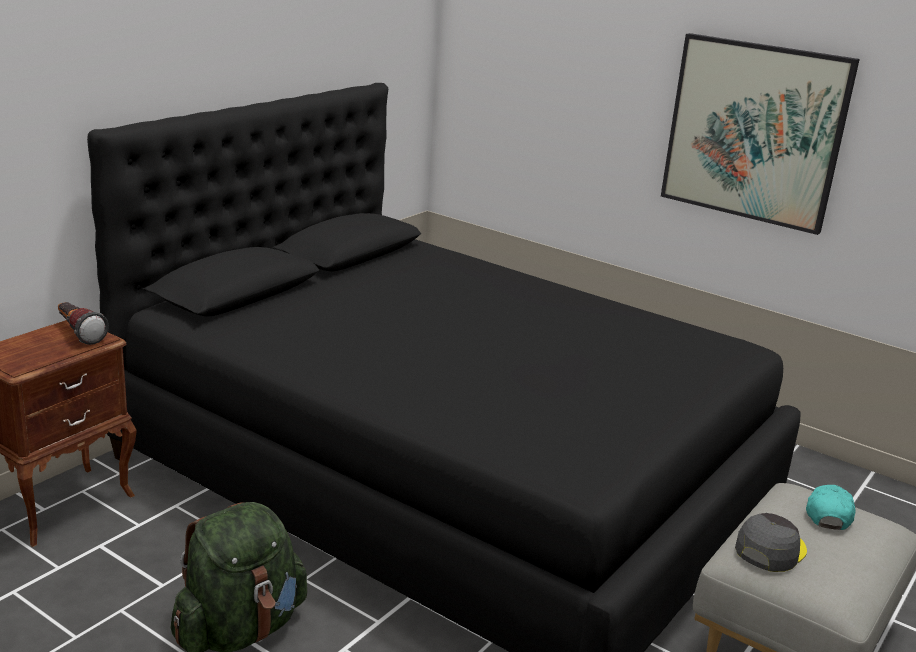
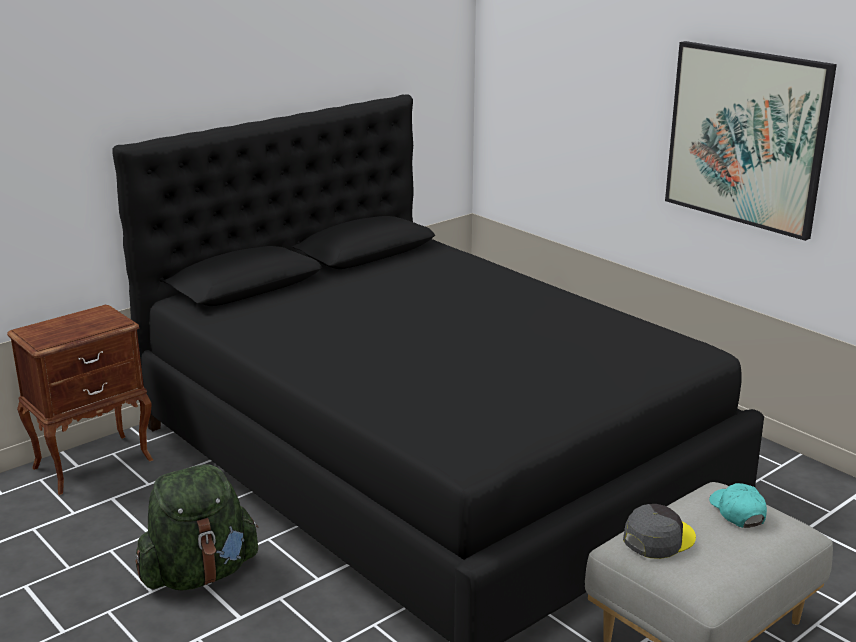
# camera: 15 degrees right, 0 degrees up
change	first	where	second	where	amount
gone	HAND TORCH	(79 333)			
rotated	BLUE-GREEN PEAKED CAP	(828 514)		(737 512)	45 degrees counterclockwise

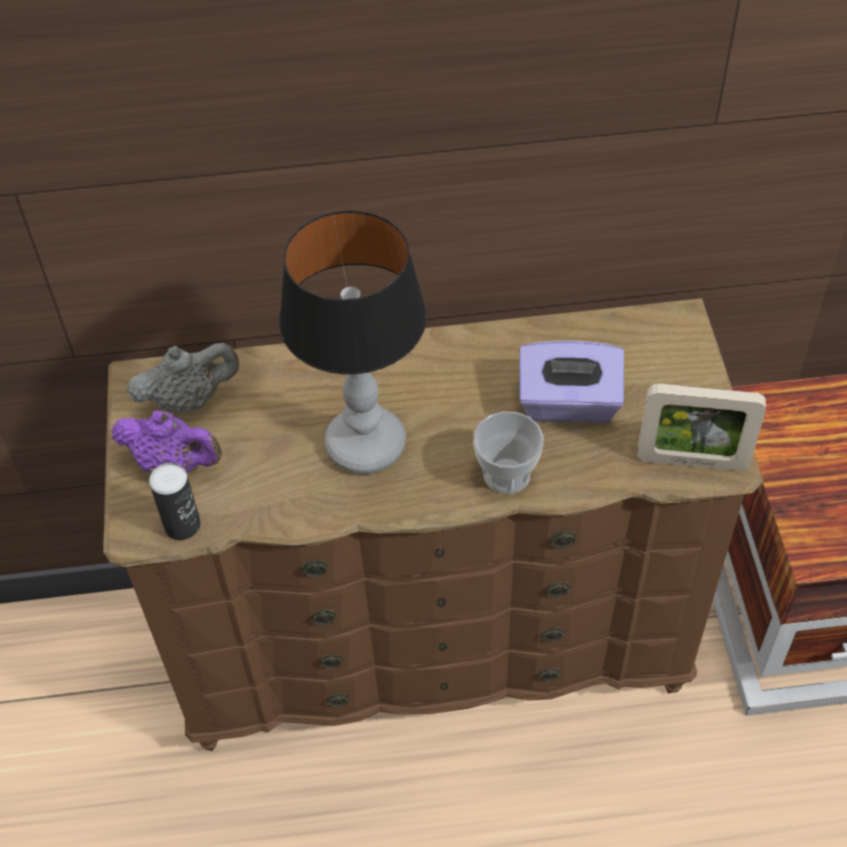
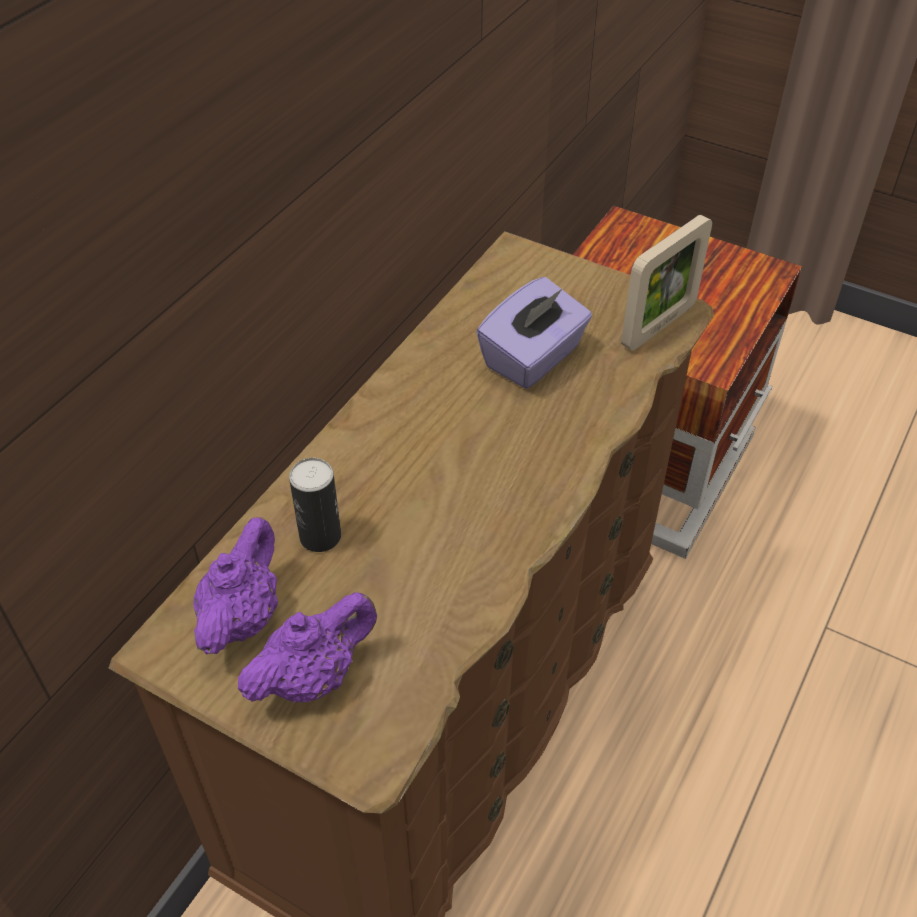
# camera: 55 degrees left, 5 degrees down
change	first	where	second	where	amount
repainted	GRAY TEAPOT	(189 400)	PURPLE-COLOURED TEAPOT	(242 617)	
shifted	METAL CAN	(182 525)		(320 536)	
gone	LAMP FOR A TABLE	(366 446)			
gone	DRINKING CUP	(506 475)			

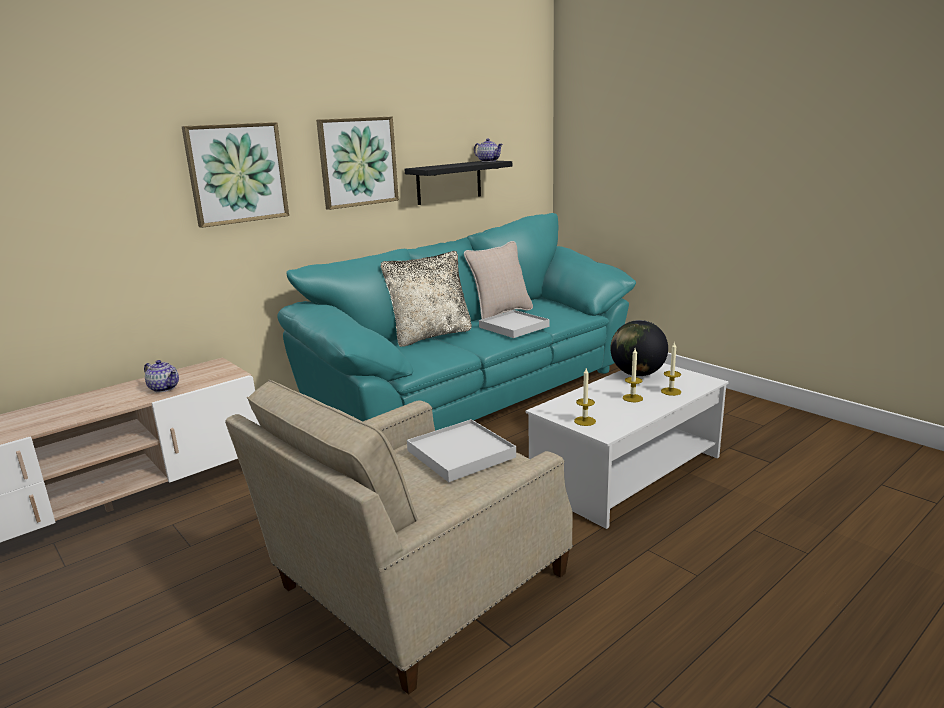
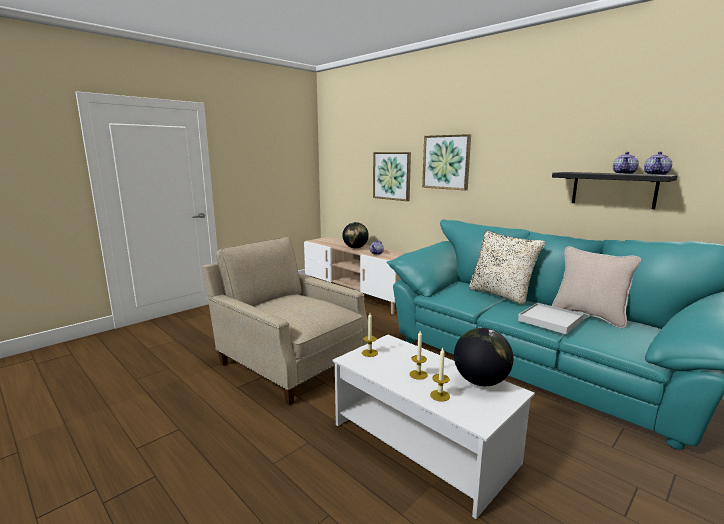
# camera: 85 degrees right, 5 degrees down
change	first	where	second	where	amount
shifted	WALL PICTURE	(357 162)		(392 176)	
gone	WHITE-COLOURED TRAY	(461 454)			
new			GLOBE	(355 248)	
new			TEAPOT	(624 173)	

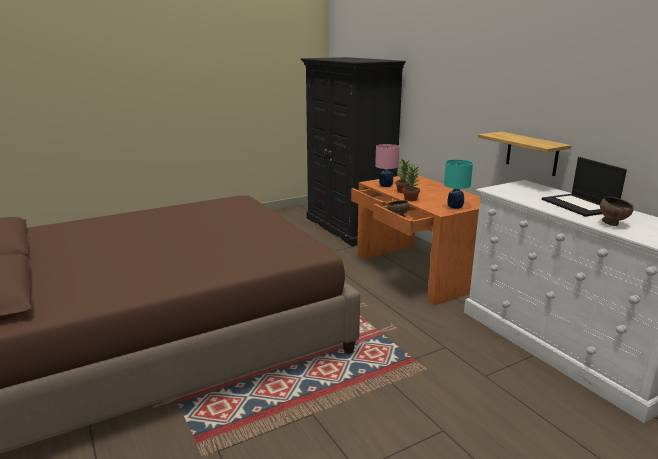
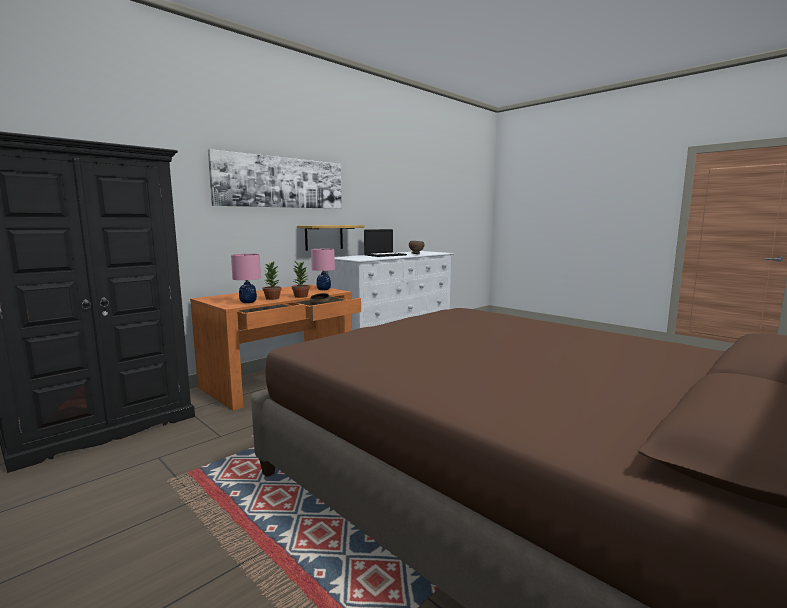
# camera: 105 degrees left, 10 degrees down
change	first	where	second	where	amount
repainted	BLUE-GREEN LAMP FOR A TABLE	(454 207)	PINK LAMP FOR A TABLE	(323 290)	
new			WALL PICTURE	(281 182)	

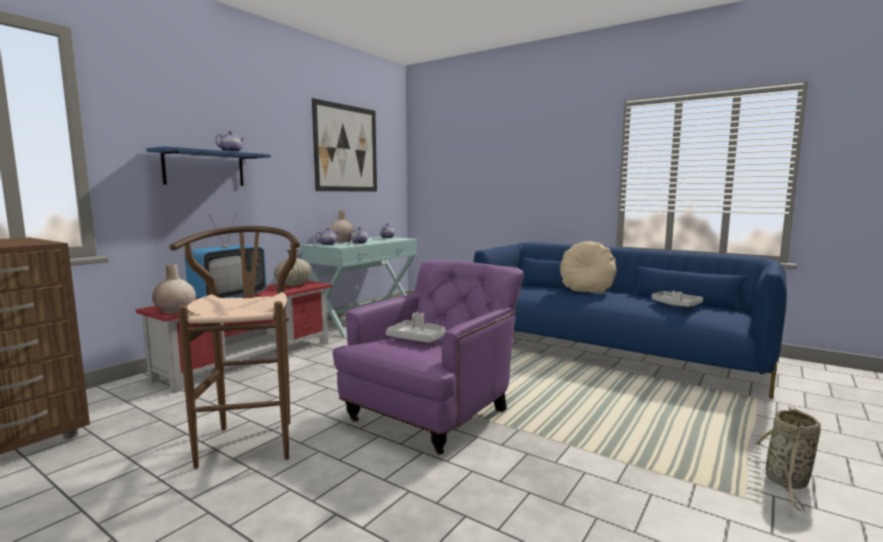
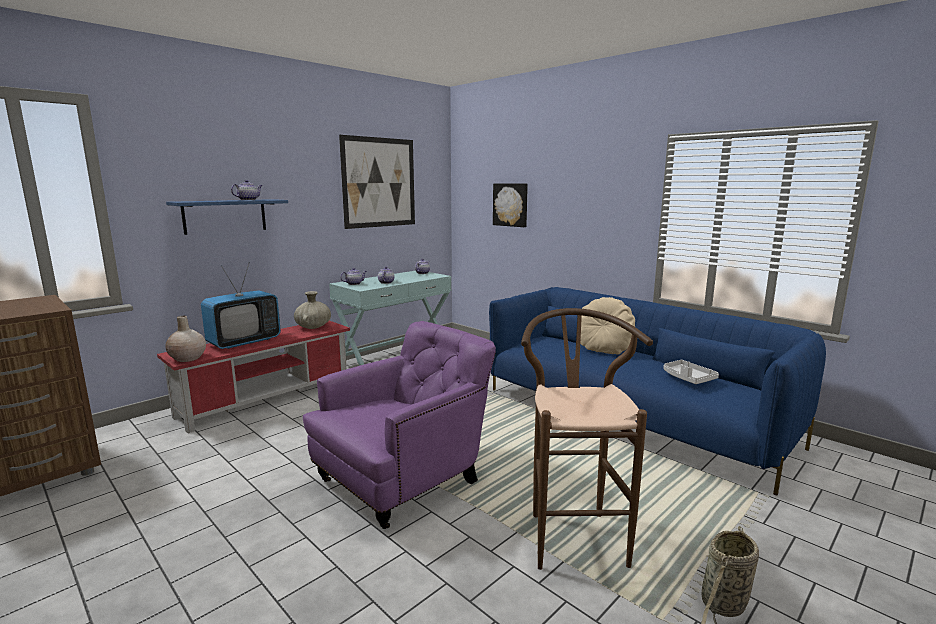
# camera: 10 degrees right, 5 degrees up
change	first	where	second	where	amount
shifted	BROWNISH STOOL SEAT	(251 438)		(573 533)	
gone	SAND-COLOURED FLOWER VASE	(342 241)			
gone	GRAY TRAY	(417 339)			
new			WALL PICTURE	(511 205)	

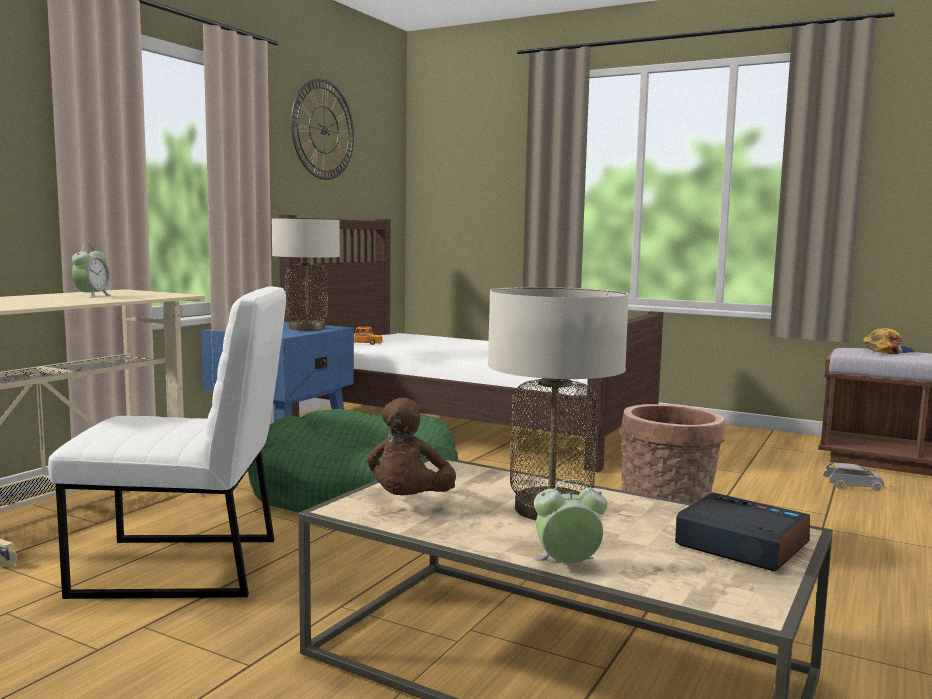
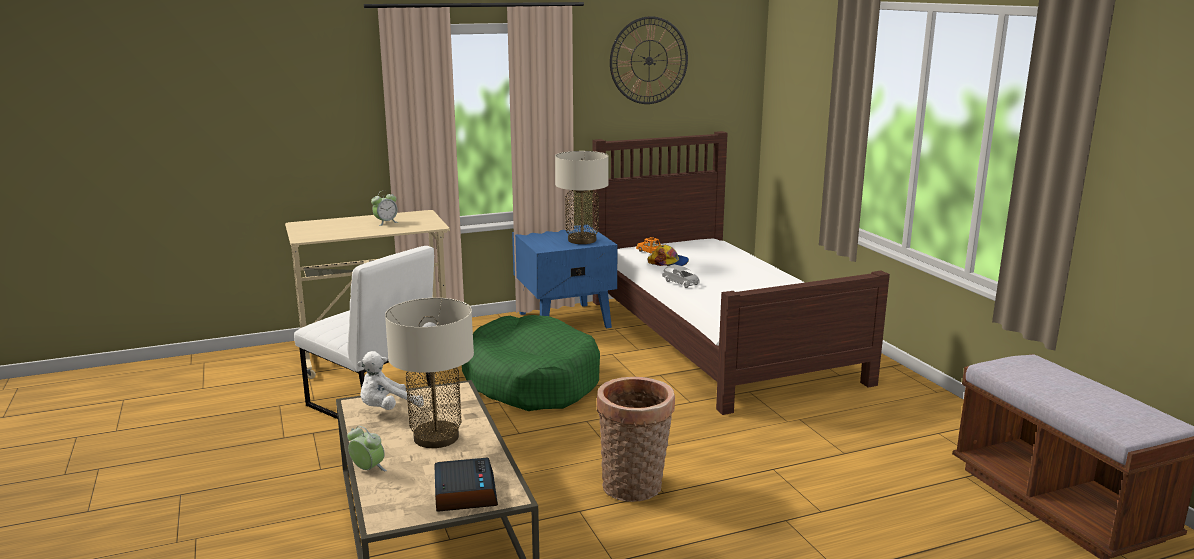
# camera: 40 degrees right, 10 degrees up
change	first	where	second	where	amount
repainted	BROWNISH SOFT TOY	(409 503)	WHITE-COLOURED SOFT TOY	(387 409)	
shifted	GRAY MODEL CAR	(853 486)		(681 283)	
shifted	PEAKED CAP	(887 351)		(668 262)	

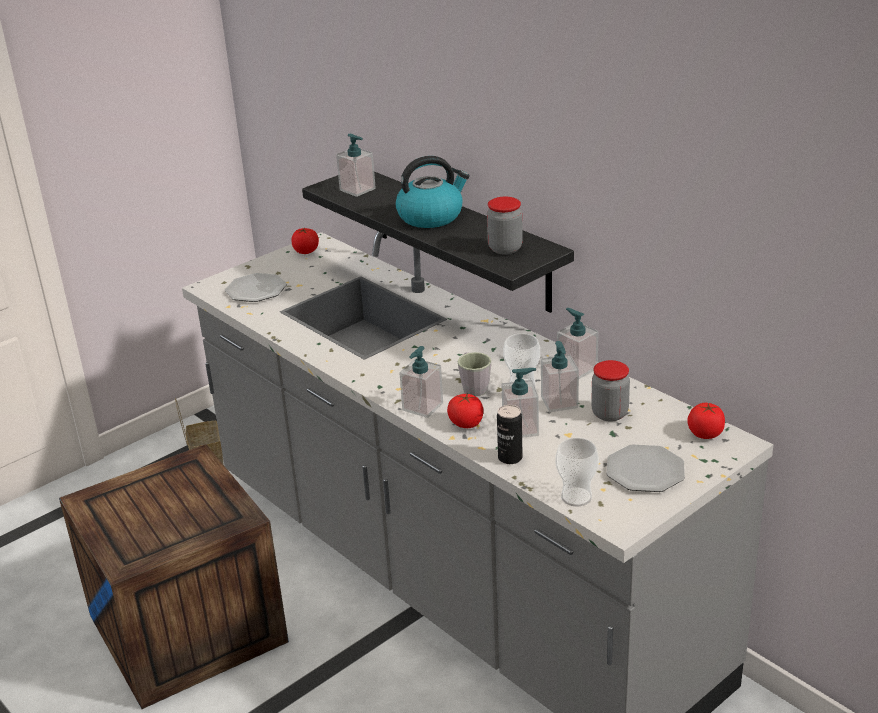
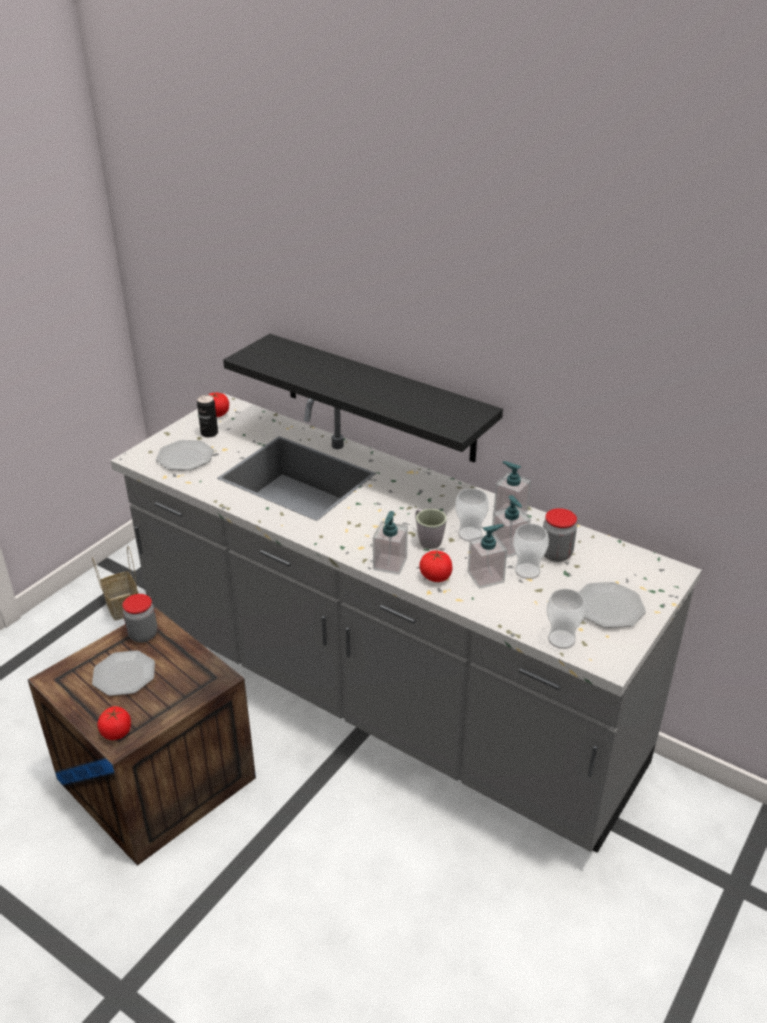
# camera: 15 degrees left, 5 degrees up
change	first	where	second	where	amount
gone	SOAP DISPENSER	(357 189)			
gone	KETTLE	(431 216)			
shifted	STORAGE JAR	(505 248)		(143 635)	
shifted	METAL CAN	(510 458)		(209 433)	
shifted	FRESH TOMATO	(705 433)		(116 732)	
new			PLATE	(124 675)	
new			DRINKING CUP	(527 571)	

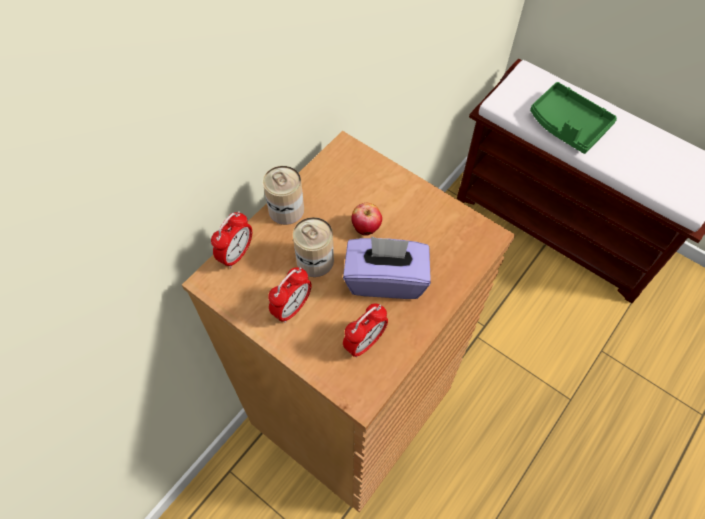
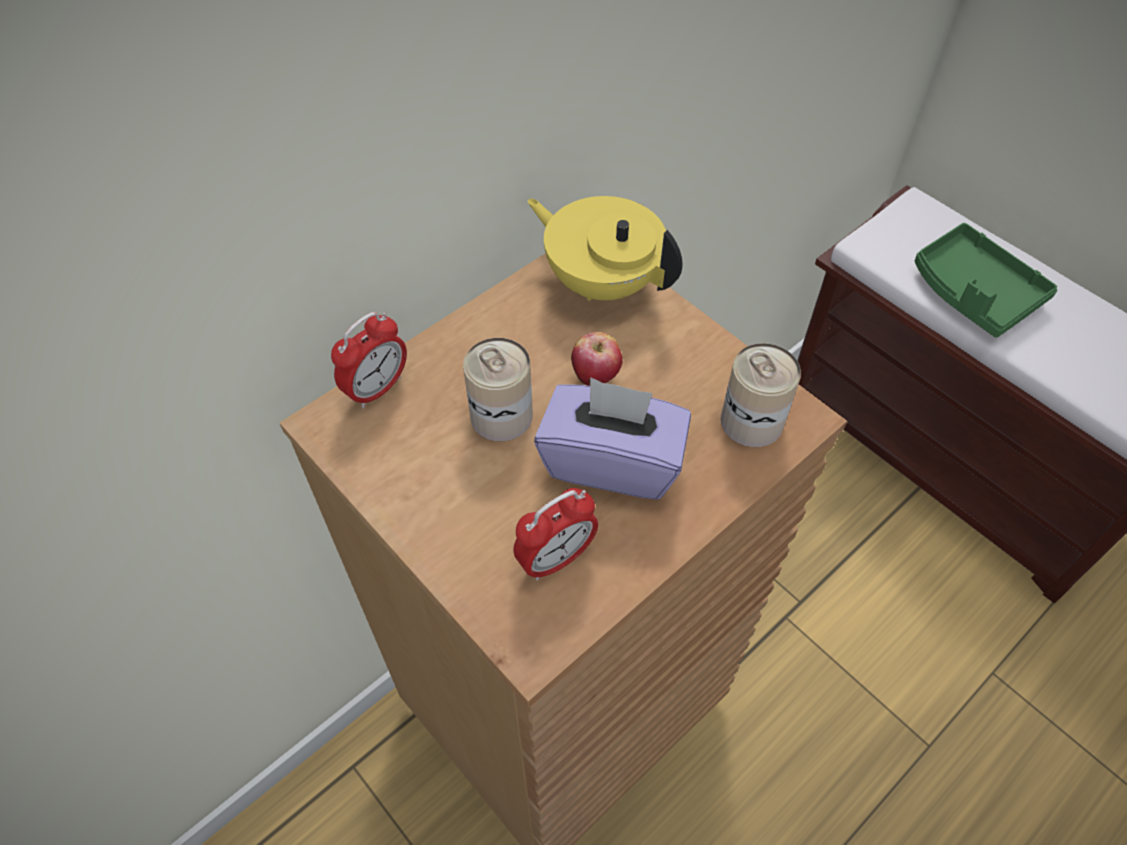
# camera: 10 degrees right, 5 degrees down
change	first	where	second	where	amount
shifted	METAL CAN	(286 209)		(752 421)	
gone	BEDSIDE CLOCK	(292 308)			
new			YELLOW TEAPOT	(602 282)	

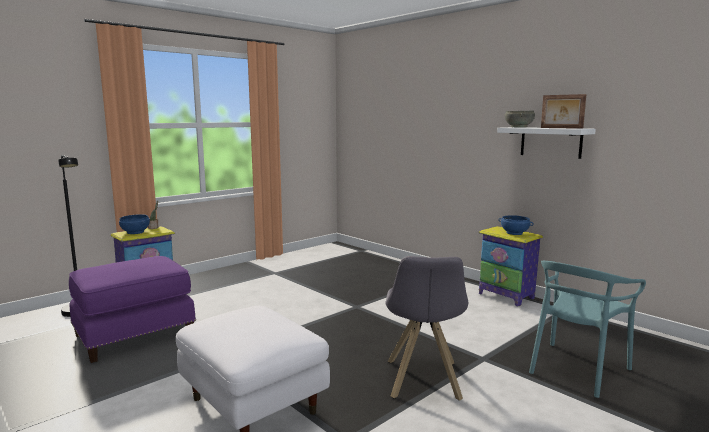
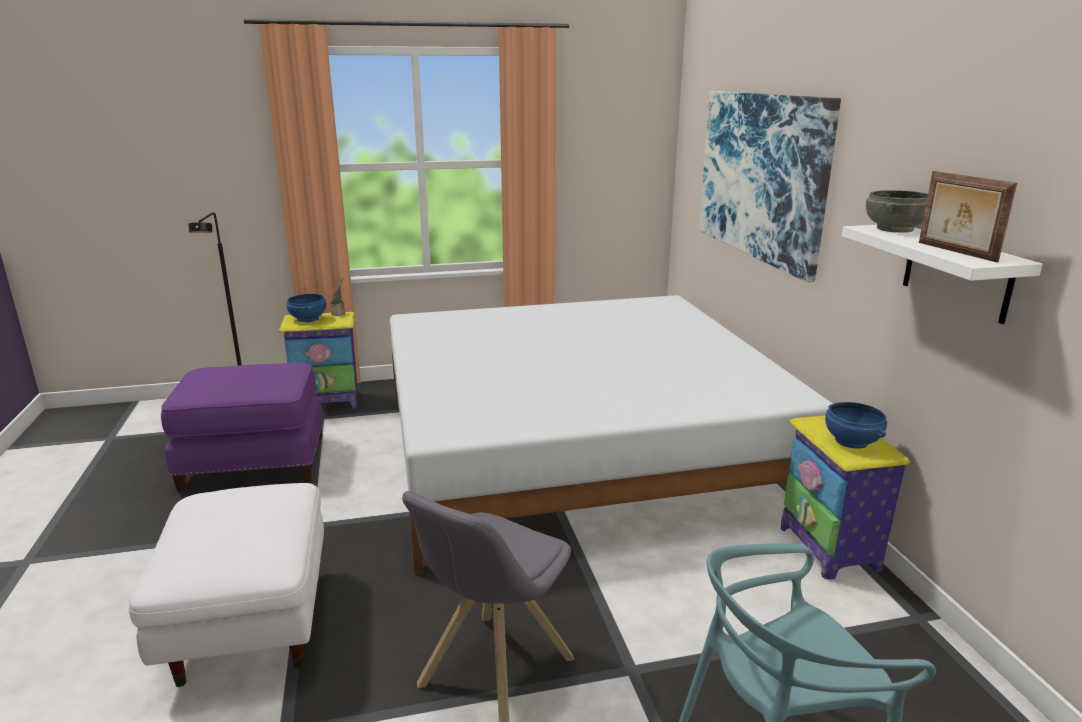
# camera: 30 degrees right, 10 degrees up
change	first	where	second	where	amount
new			WHITE-COLOURED BED	(577 449)	
new			WALL PICTURE	(761 176)	

